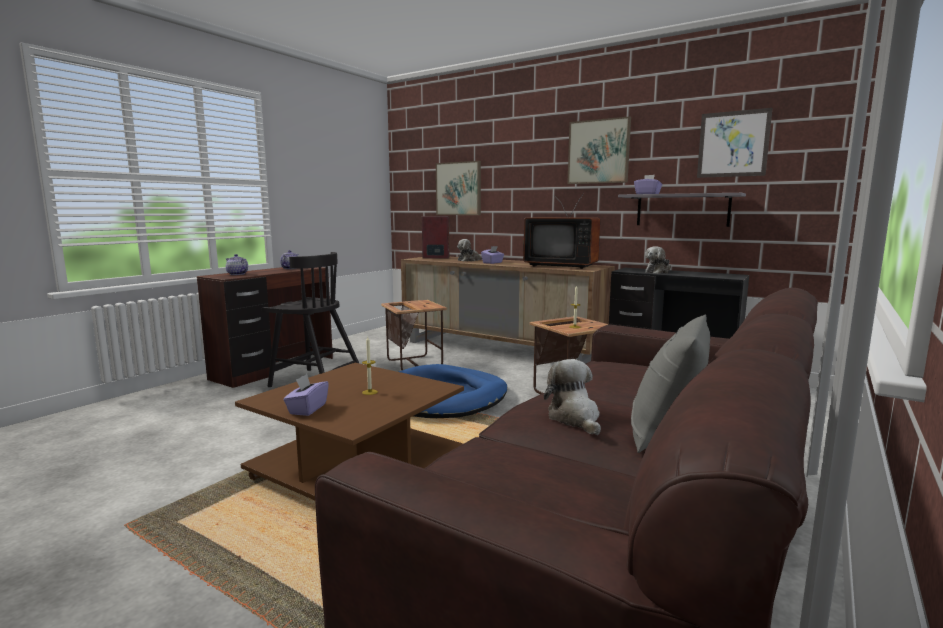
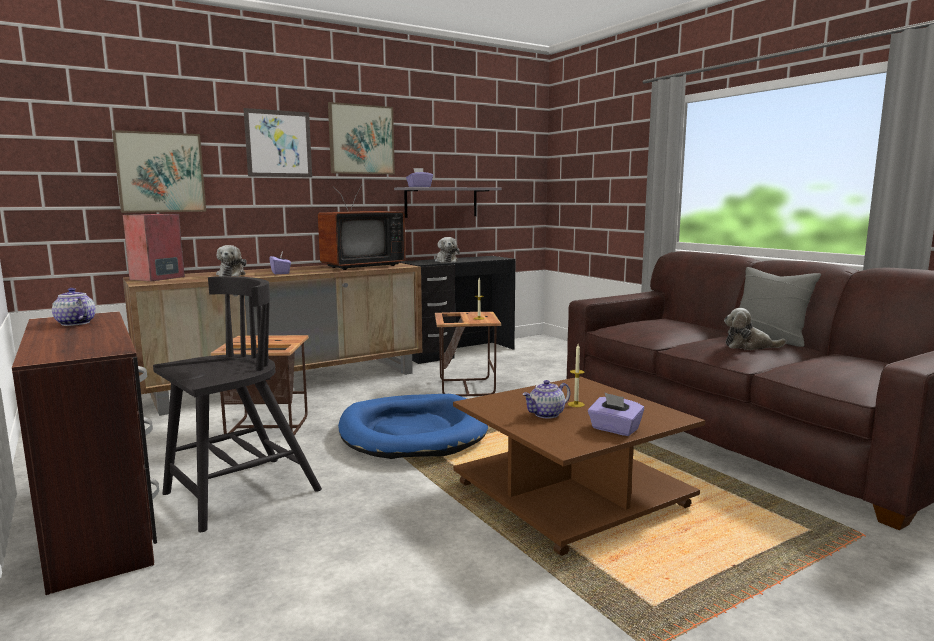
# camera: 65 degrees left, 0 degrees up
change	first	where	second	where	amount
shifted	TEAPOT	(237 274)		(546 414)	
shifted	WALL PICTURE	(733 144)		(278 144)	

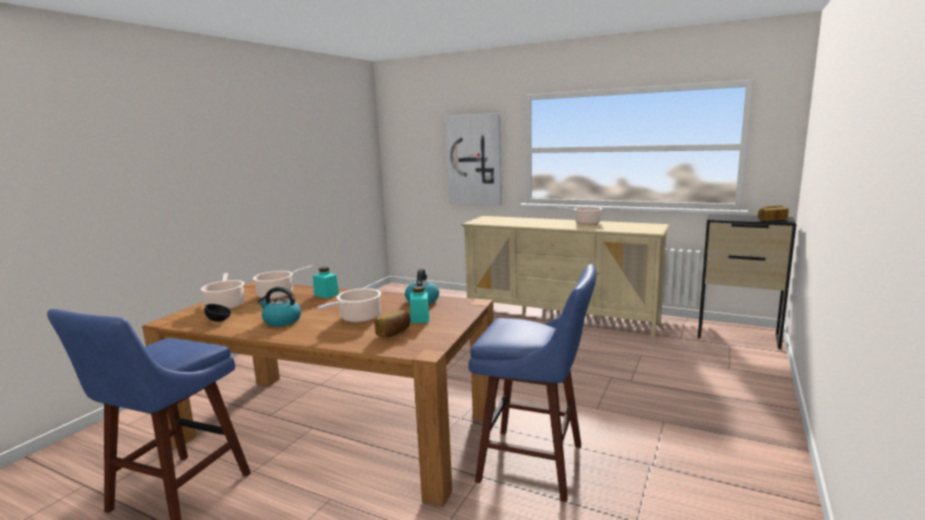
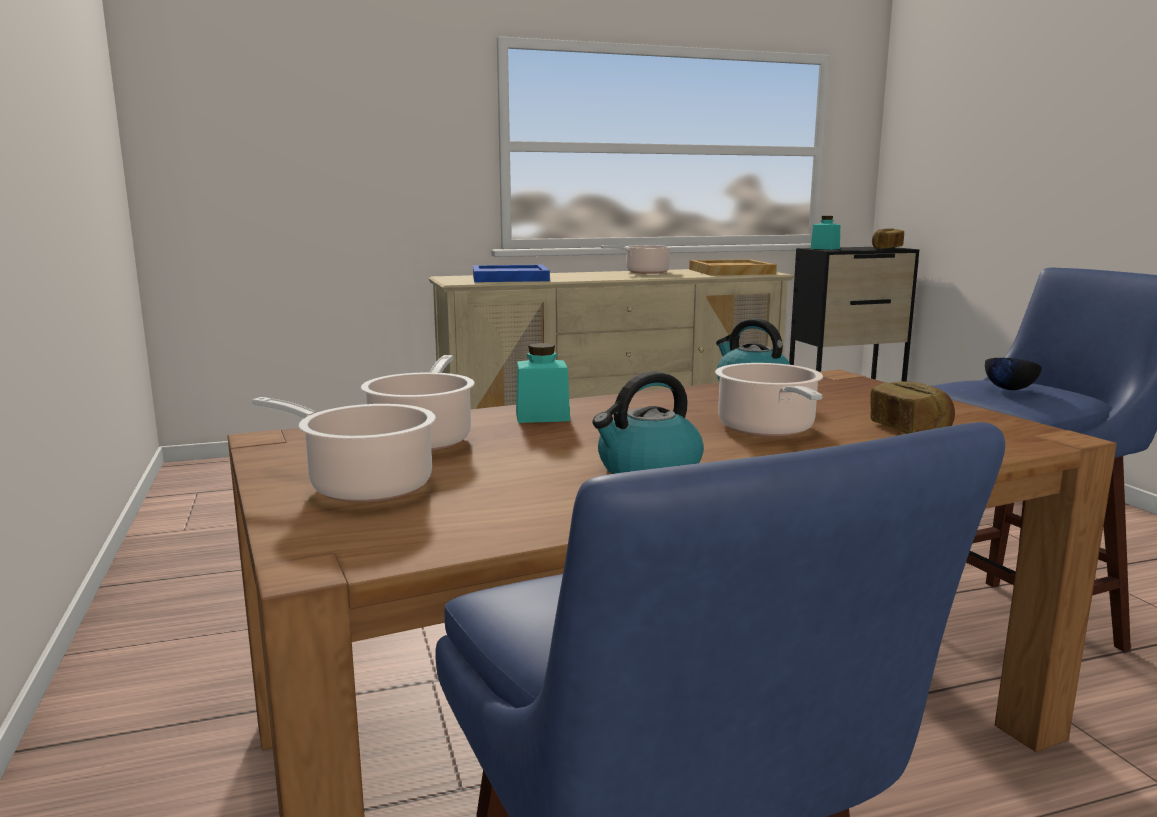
# camera: 45 degrees left, 0 degrees up
change	first	where	second	where	amount
shifted	BLACK-COLOURED SERVING BOWL	(219 320)		(1009 389)	
shifted	BLUE-GREEN STORAGE JAR	(420 318)		(825 248)	
gone	WALL PICTURE	(474 160)			
new			BLUISH TRAY	(509 278)	
new			SAND-COLOURED TRAY	(730 271)	

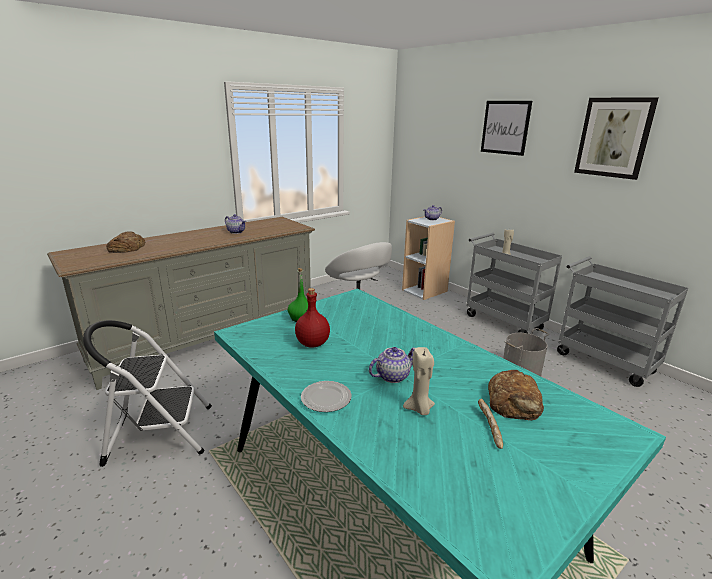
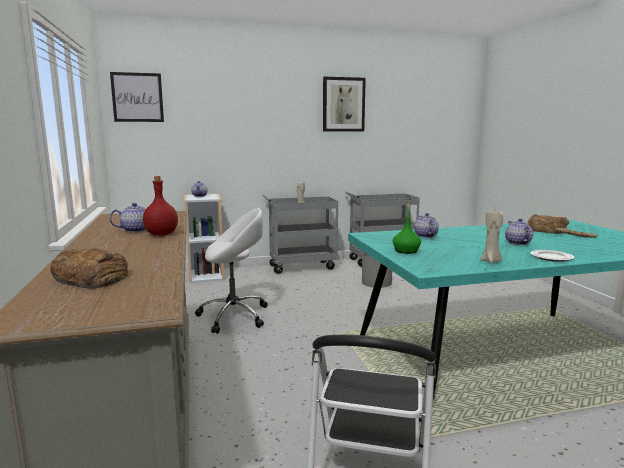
# camera: 65 degrees left, 10 degrees down
change	first	where	second	where	amount
shifted	RED BEVERAGE BOTTLE	(312 343)		(161 234)	
shifted	SAND-COLOURED WAX LIGHT	(419 409)		(491 261)	
shifted	WALL PICTURE	(505 127)		(137 97)	
new			TEAPOT	(425 236)	

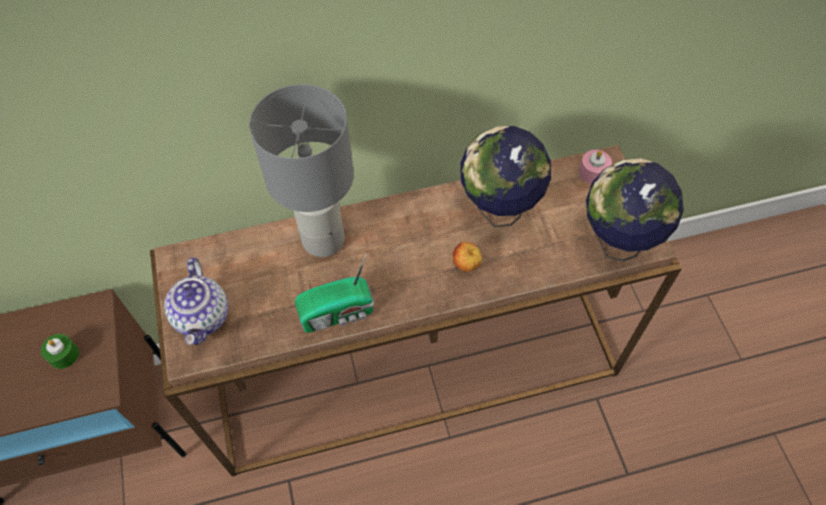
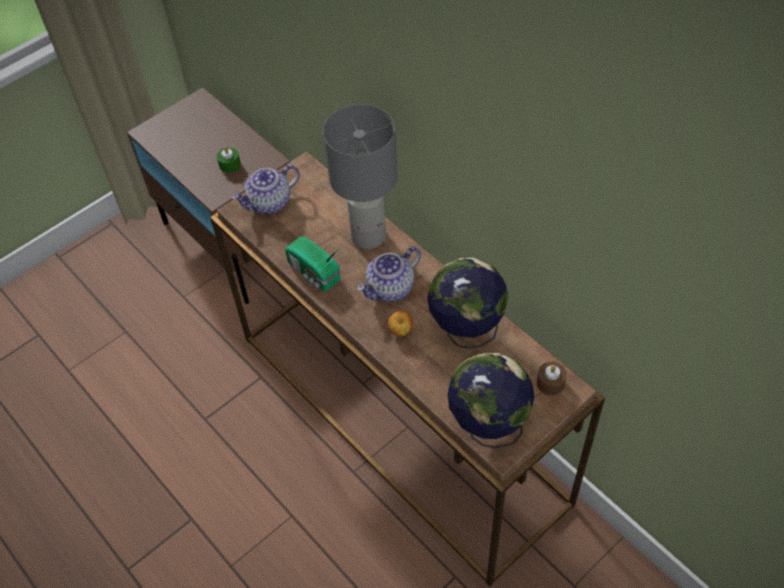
# camera: 65 degrees right, 5 degrees down
change	first	where	second	where	amount
repainted	PINK WAX LIGHT	(593 172)	BROWNISH WAX LIGHT	(550 383)	
new			TEAPOT	(390 289)	

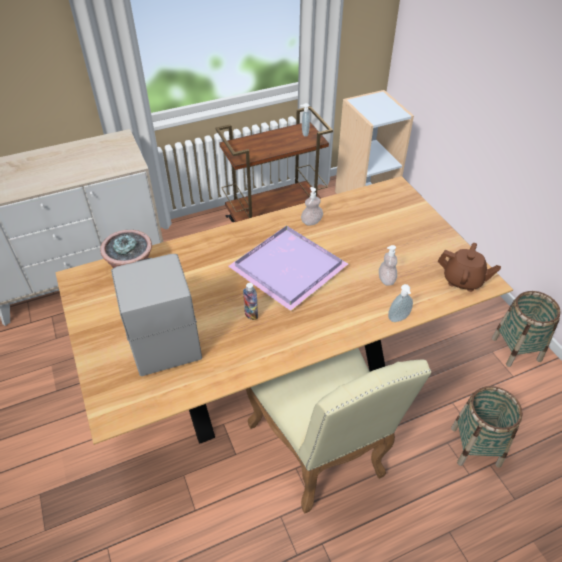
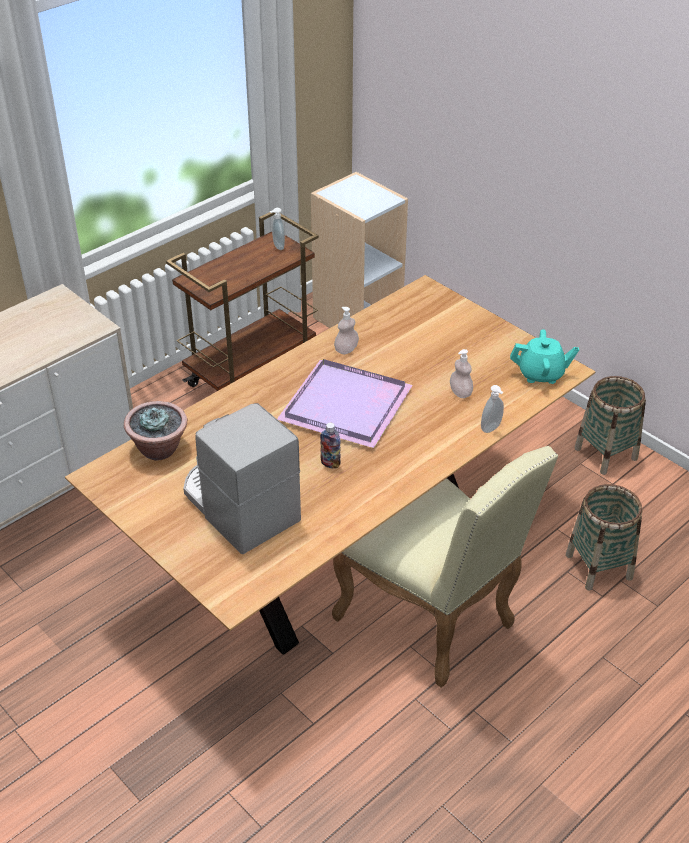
# camera: 20 degrees left, 5 degrees down
change	first	where	second	where	amount
repainted	BROWNISH TEAPOT	(463 280)	BLUE-GREEN TEAPOT	(541 374)	

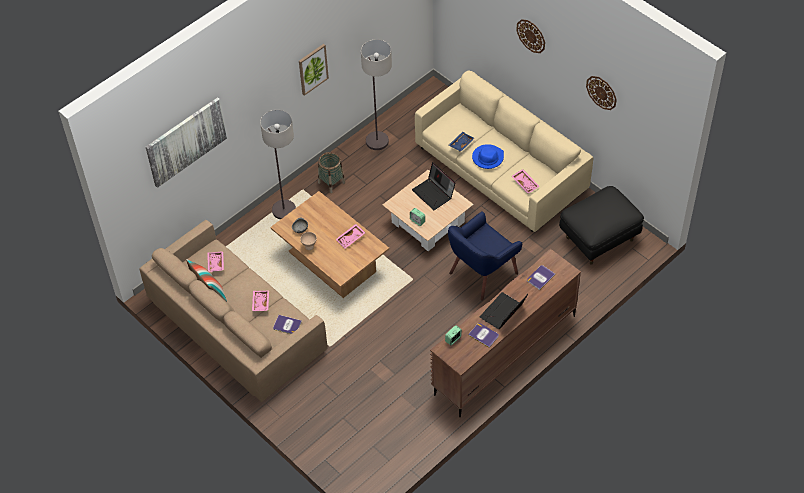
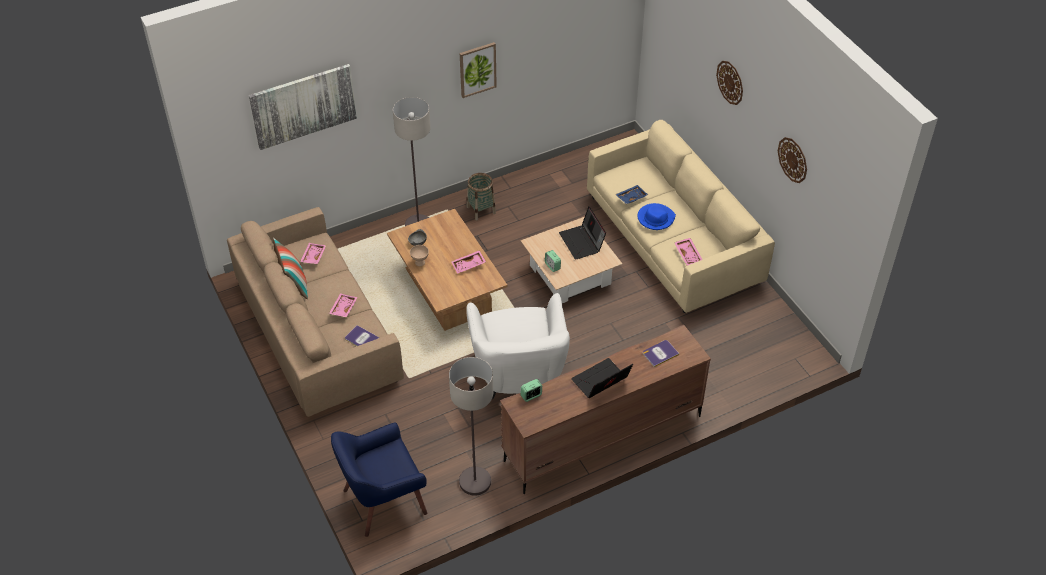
# camera: 15 degrees right, 5 degrees down
change	first	where	second	where	amount
shifted	GRAY STANDARD LAMP	(380 146)		(476 490)	
shifted	BLUISH ARMCHAIR	(482 273)		(383 501)	
gone	BOUND BOOK	(483 335)			
gone	BLACK-COLOURED OTTOMAN	(598 239)			
new			WHITE-COLOURED ARMCHAIR	(519 373)	

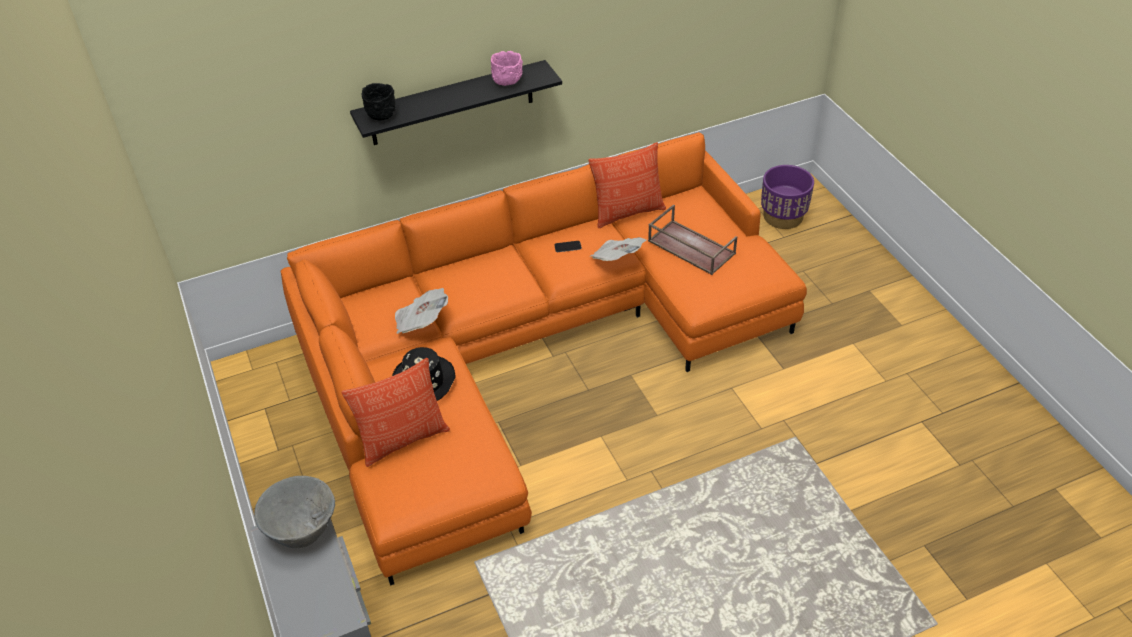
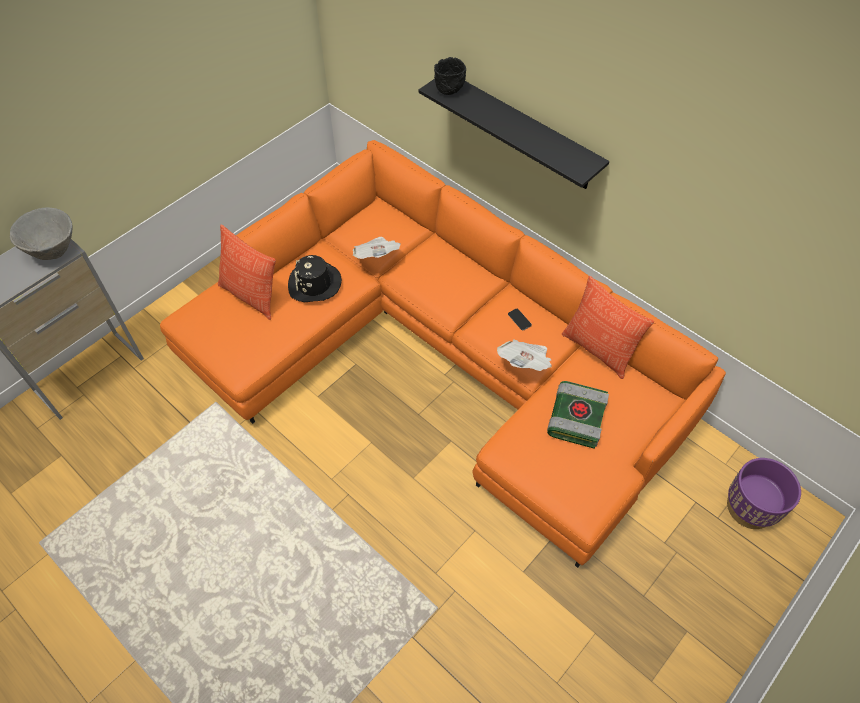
# camera: 65 degrees right, 10 degrees up
change	first	where	second	where	amount
gone	PINK SERVING BOWL	(507 83)			
swapped	BROWNISH TRAY	(690 247)	BOUND BOOK	(576 417)	

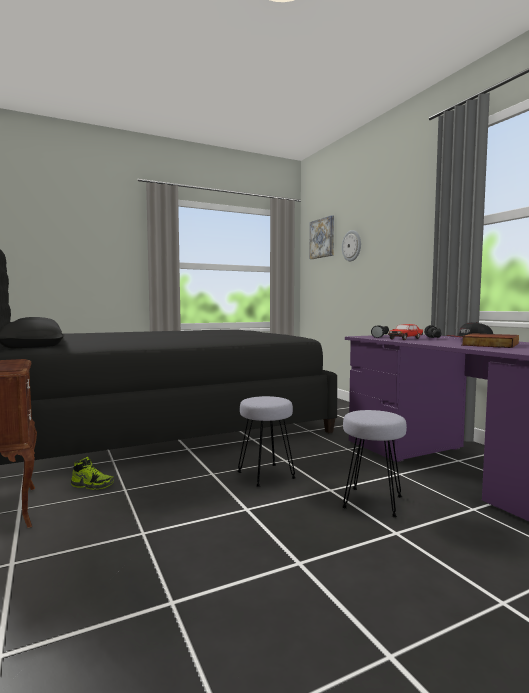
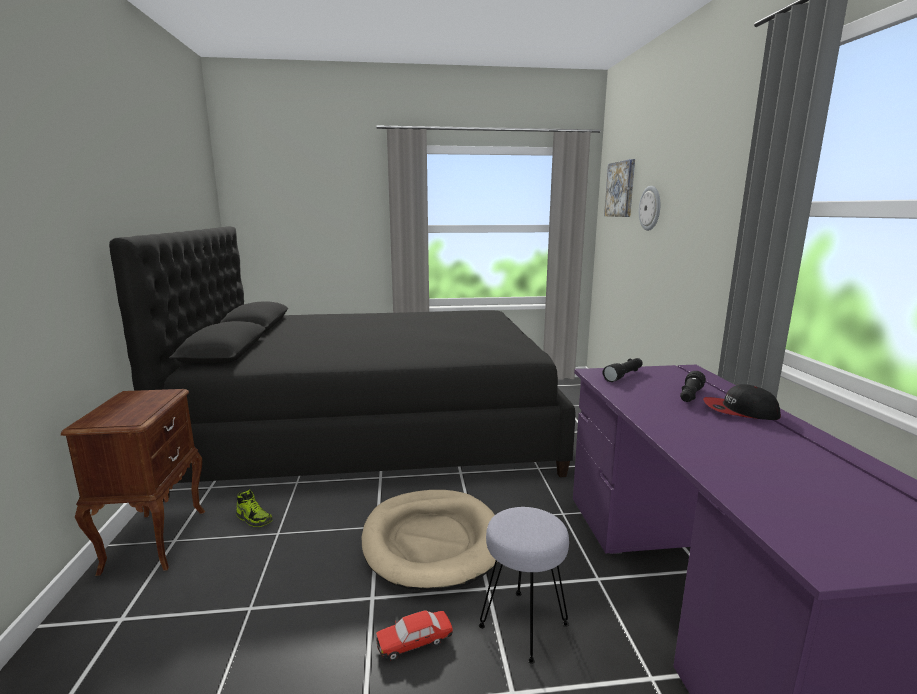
# camera: 20 degrees right, 10 degrees up
change	first	where	second	where	amount
swapped	GRAY STOOL SEAT	(266 475)	SAND-COLOURED DOG BED	(432 542)	
shifted	MODEL CAR	(405 339)		(414 642)	
gone	BOUND BOOK	(489 344)			

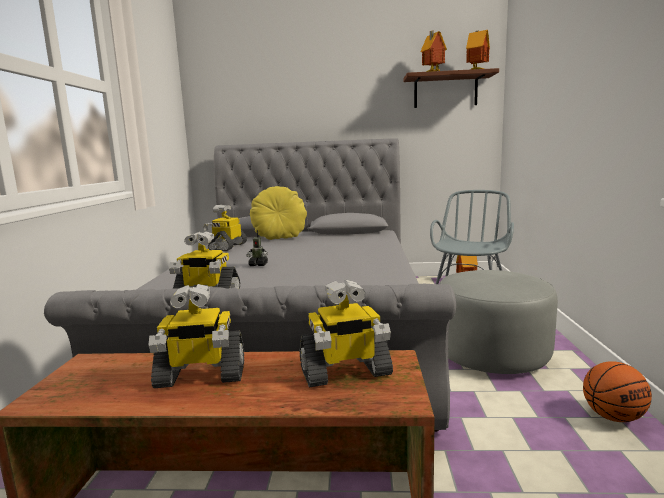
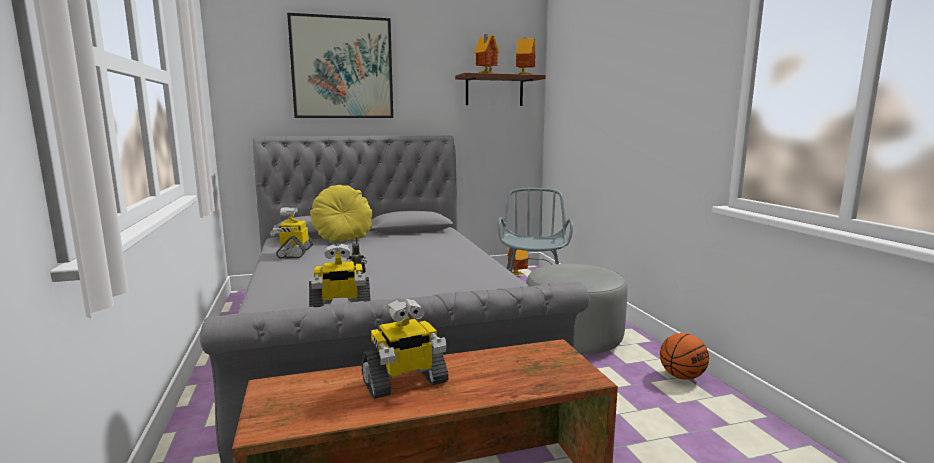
# camera: 20 degrees left, 0 degrees up
change	first	where	second	where	amount
gone	TOY ROBOT	(345 372)			
new			WALL PICTURE	(342 68)	

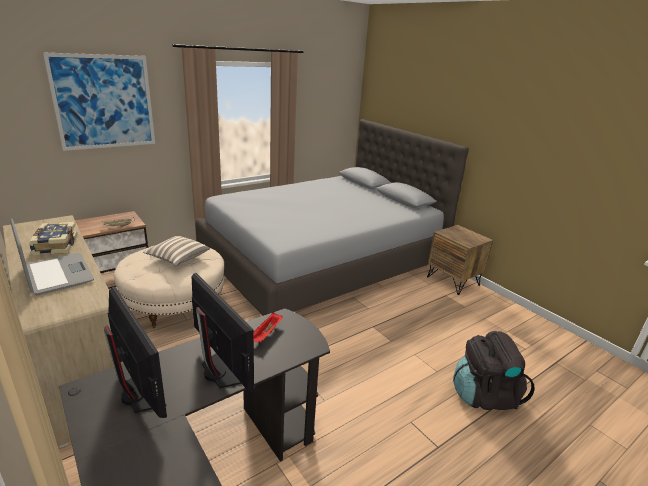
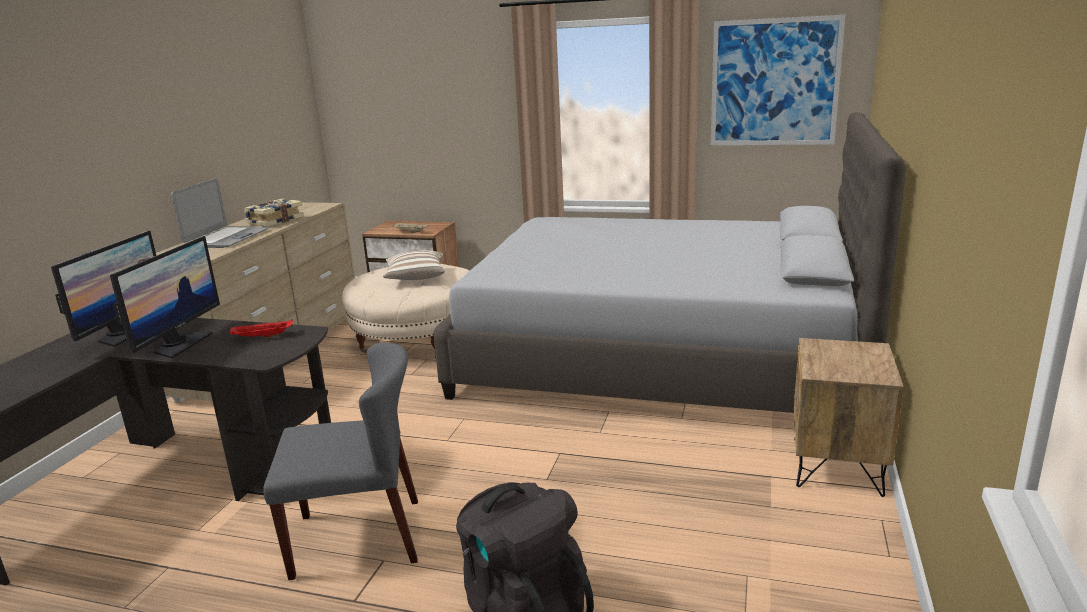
# camera: 55 degrees right, 5 degrees down
change	first	where	second	where	amount
shifted	WALL PICTURE	(104 102)		(774 83)	
new			GRAY PLAIN CHAIR	(359 537)	

